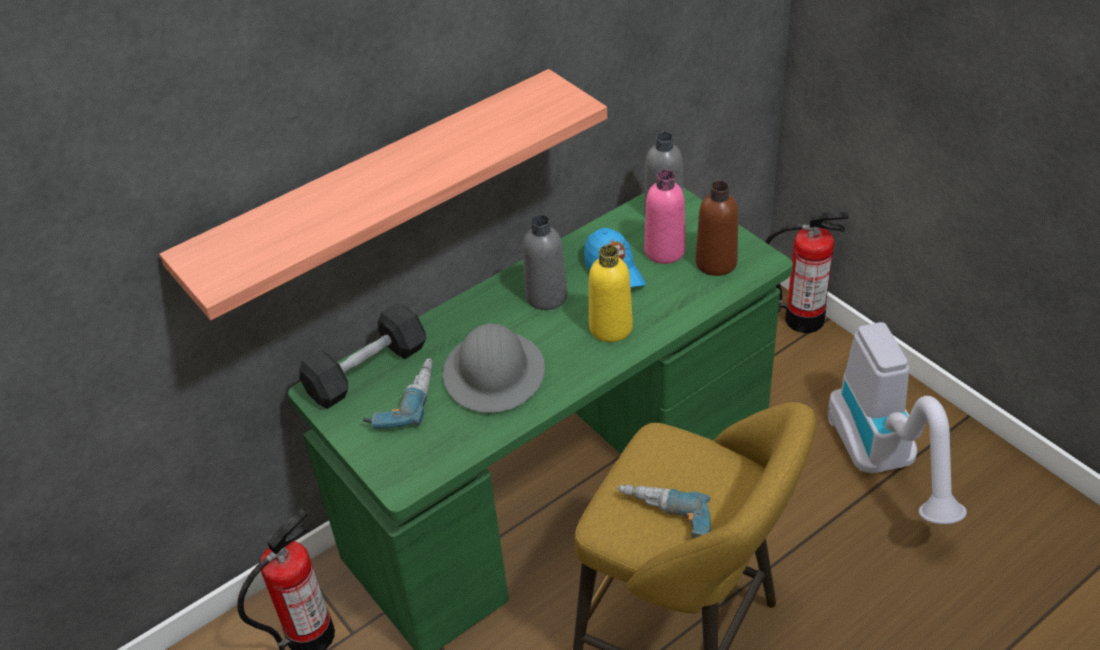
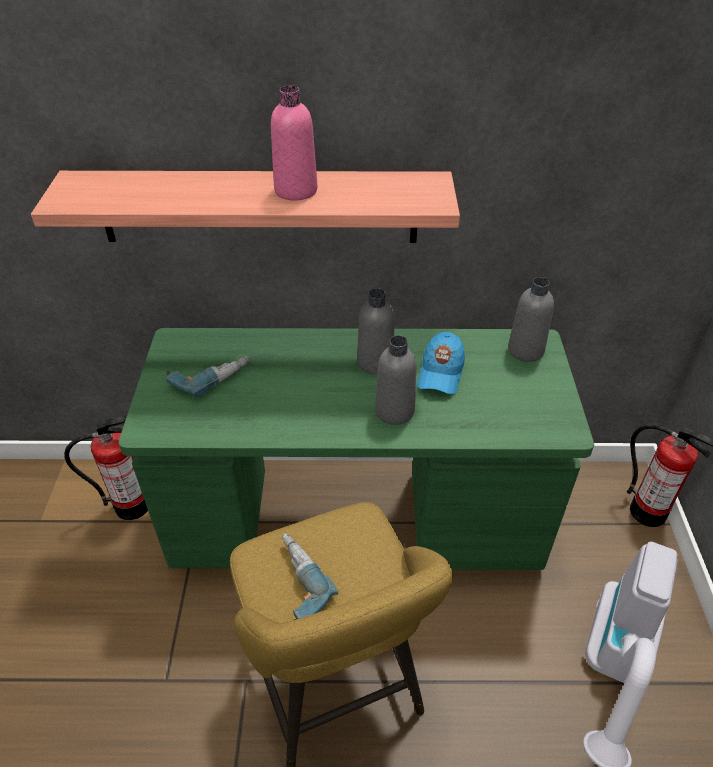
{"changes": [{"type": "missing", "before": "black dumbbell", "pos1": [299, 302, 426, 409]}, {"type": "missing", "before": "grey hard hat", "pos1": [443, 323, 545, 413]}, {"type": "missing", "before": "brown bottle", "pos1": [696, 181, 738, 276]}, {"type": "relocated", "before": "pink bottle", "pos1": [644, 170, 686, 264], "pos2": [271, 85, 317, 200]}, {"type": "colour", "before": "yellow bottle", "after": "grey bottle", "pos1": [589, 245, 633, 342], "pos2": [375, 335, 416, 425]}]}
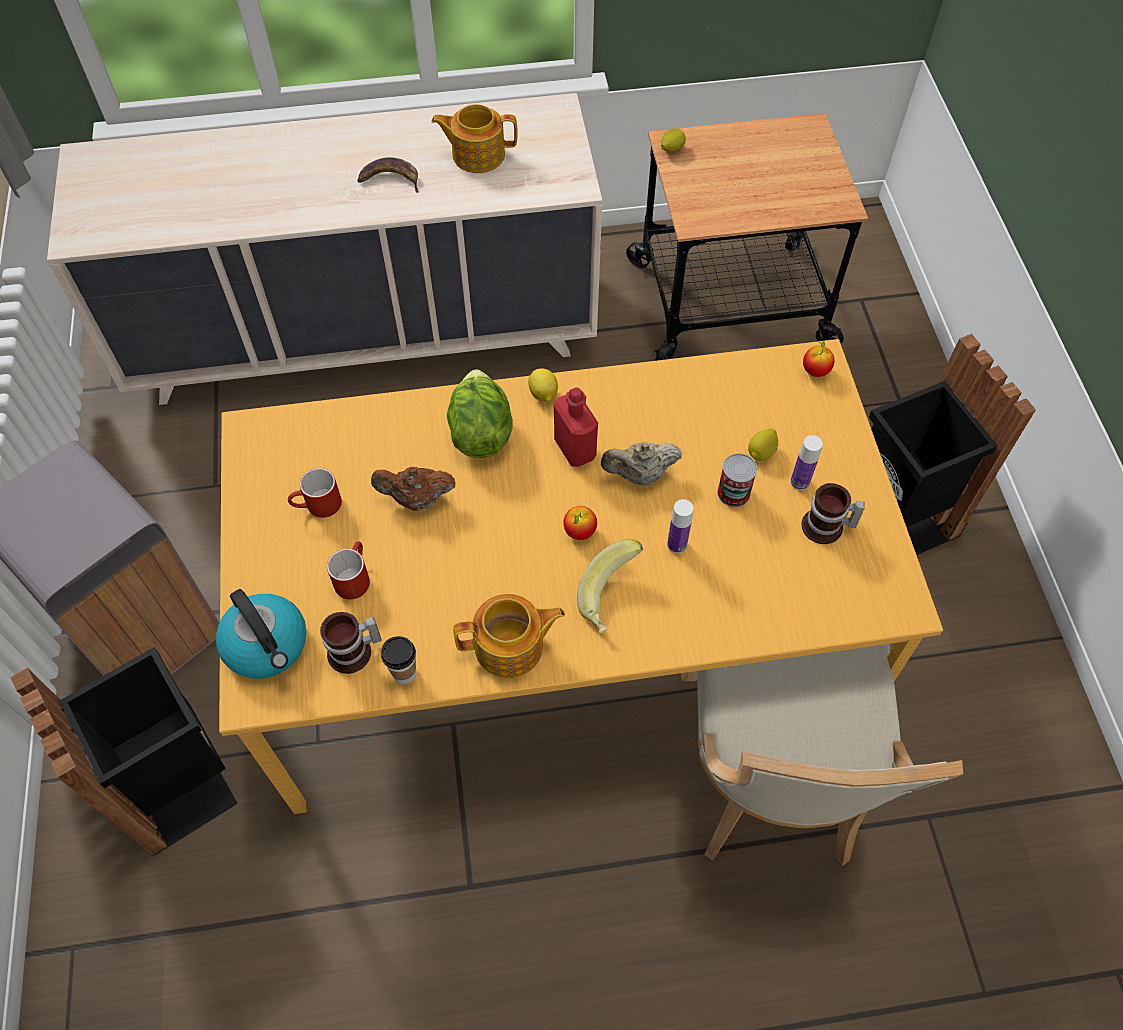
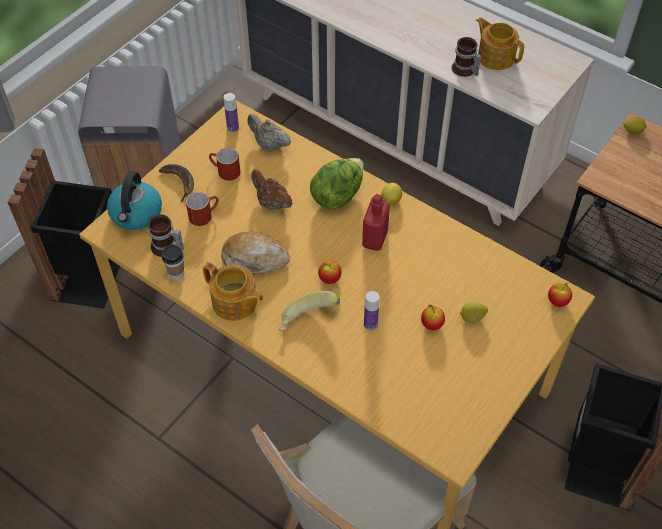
{"changes": [{"type": "appeared", "after": "bread", "pos2": [221, 232, 290, 273]}, {"type": "relocated", "before": "banana", "pos1": [357, 157, 418, 193], "pos2": [159, 164, 194, 202]}, {"type": "relocated", "before": "beige teapot", "pos1": [601, 442, 682, 486], "pos2": [248, 113, 291, 151]}, {"type": "relocated", "before": "bottle", "pos1": [790, 435, 823, 490], "pos2": [224, 93, 239, 133]}, {"type": "relocated", "before": "mug", "pos1": [801, 483, 865, 544], "pos2": [452, 37, 482, 77]}, {"type": "exchanged", "before": "can", "after": "apple", "pos1": [717, 453, 757, 507], "pos2": [421, 305, 445, 330]}]}
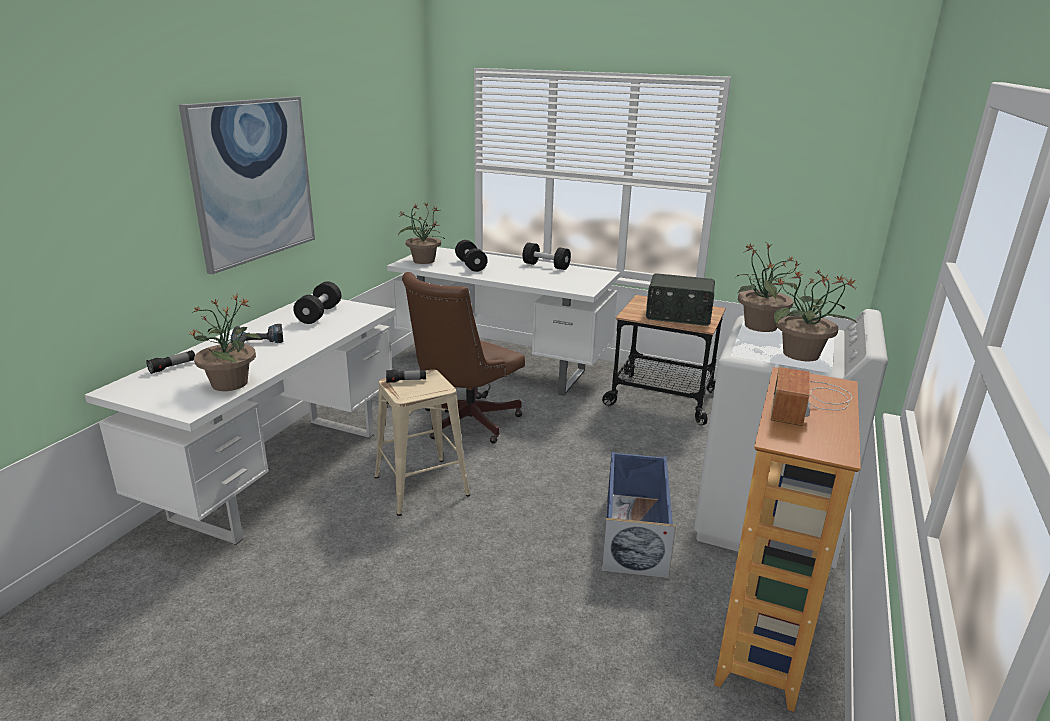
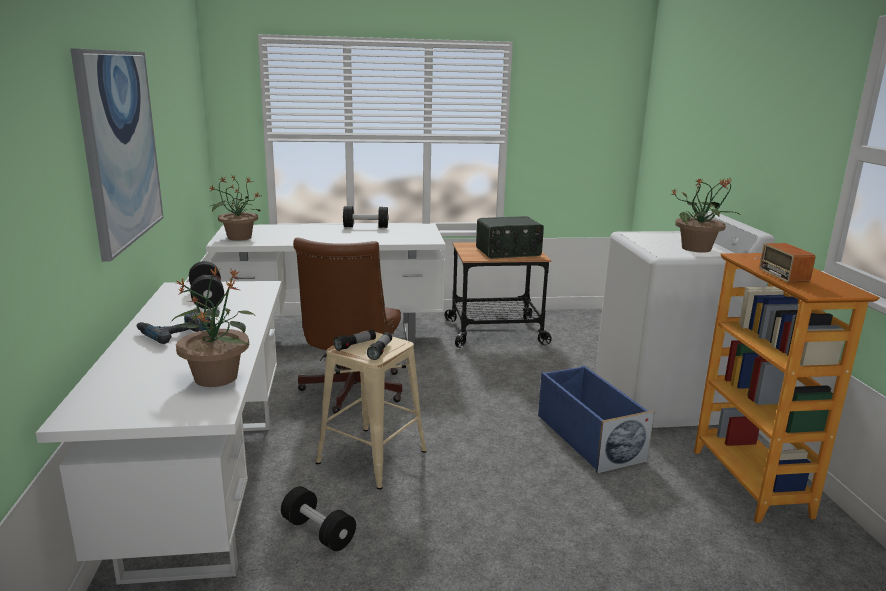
{"changes": [{"type": "missing", "before": "potted plant", "pos1": [736, 243, 801, 332]}, {"type": "relocated", "before": "flashlight", "pos1": [146, 350, 195, 374], "pos2": [367, 332, 392, 360]}, {"type": "relocated", "before": "black dumbbell", "pos1": [455, 240, 488, 272], "pos2": [281, 486, 356, 551]}]}
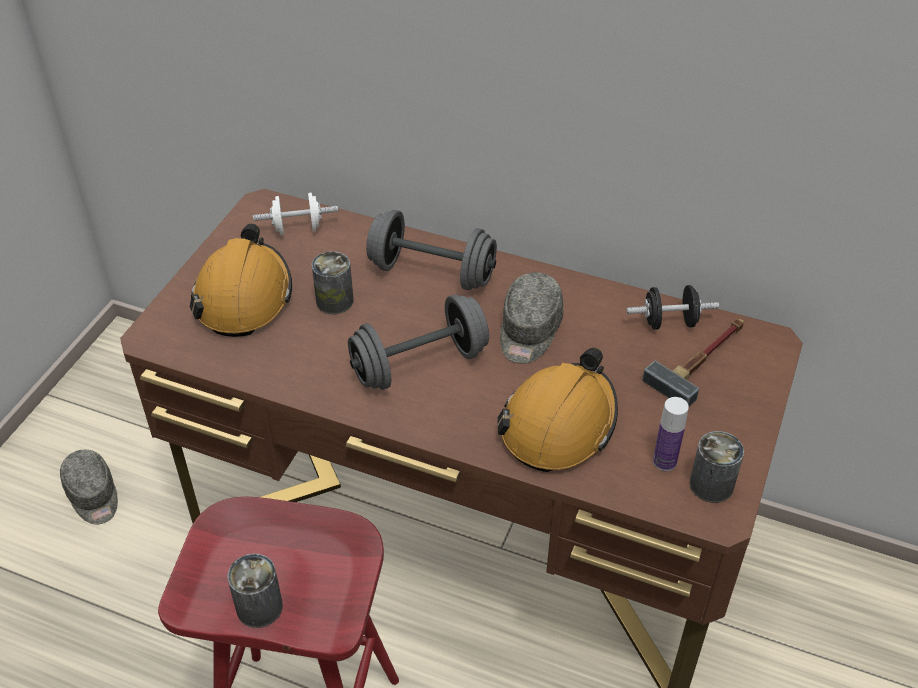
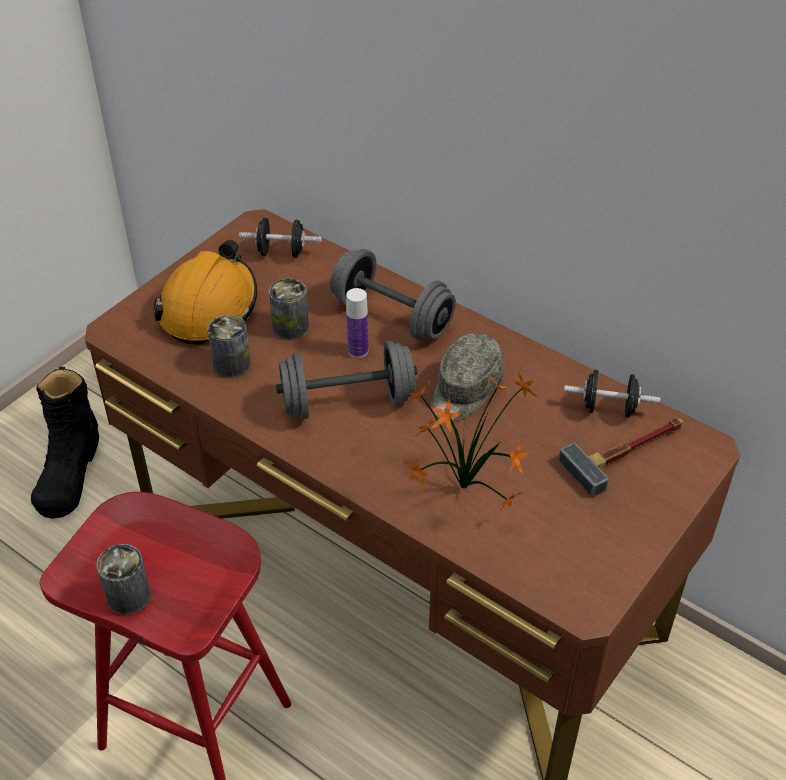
{"changes": [{"type": "relocated", "before": "bottle", "pos1": [653, 397, 689, 471], "pos2": [346, 288, 368, 358]}, {"type": "relocated", "before": "can", "pos1": [690, 431, 744, 503], "pos2": [207, 315, 251, 378]}, {"type": "exchanged", "before": "grey cap", "after": "black boot", "pos1": [60, 449, 118, 525], "pos2": [31, 367, 99, 519]}, {"type": "exchanged", "before": "orange hard hat", "after": "potted plant", "pos1": [497, 348, 618, 472], "pos2": [402, 372, 538, 513]}, {"type": "colour", "before": "white dumbbell", "after": "black dumbbell", "pos1": [253, 193, 339, 235], "pos2": [239, 218, 322, 258]}]}
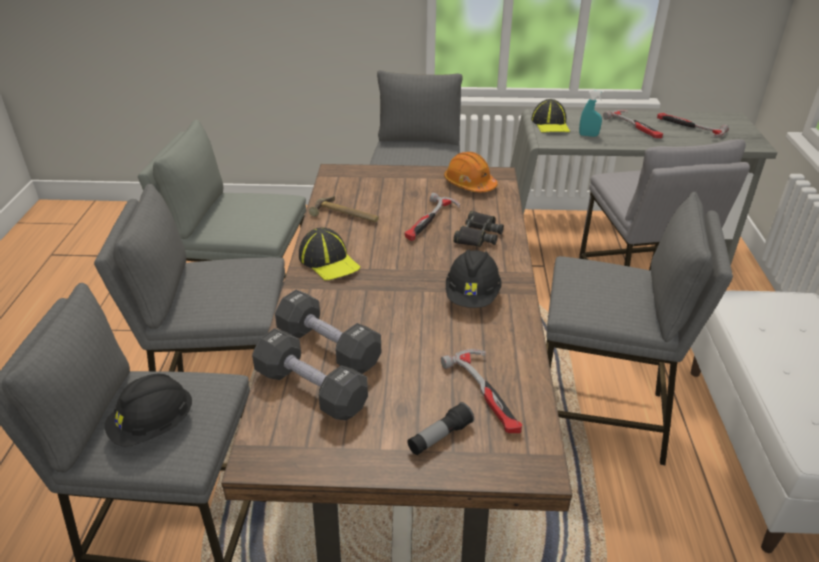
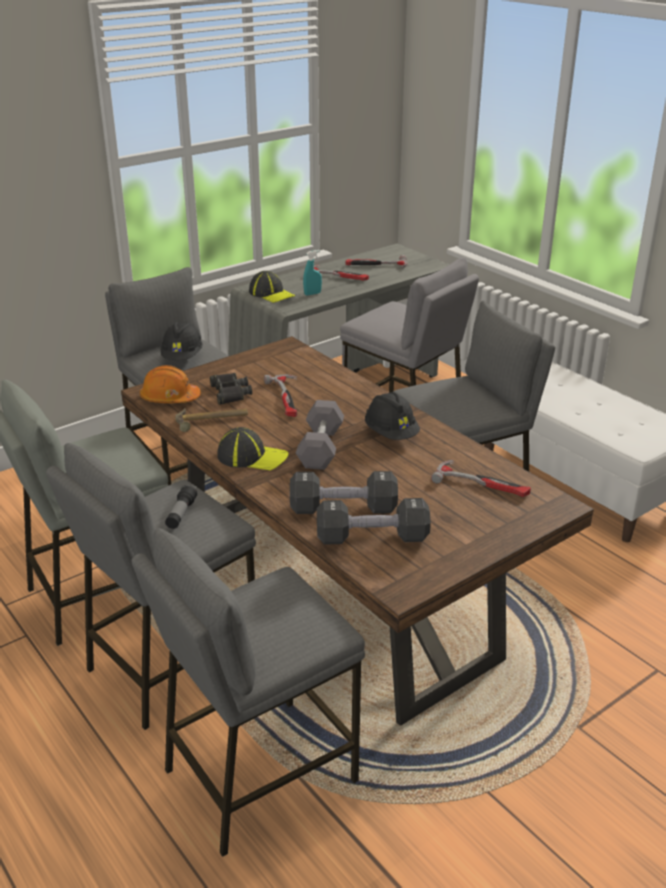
{"changes": [{"type": "appeared", "after": "grey dumbbell", "pos2": [296, 400, 344, 470]}, {"type": "relocated", "before": "black hard hat", "pos1": [105, 374, 192, 447], "pos2": [161, 322, 203, 360]}, {"type": "relocated", "before": "flashlight", "pos1": [407, 402, 474, 455], "pos2": [165, 485, 197, 529]}, {"type": "relocated", "before": "orange hard hat", "pos1": [444, 152, 498, 192], "pos2": [140, 365, 201, 403]}, {"type": "relocated", "before": "black binoculars", "pos1": [453, 211, 504, 247], "pos2": [210, 373, 252, 405]}]}
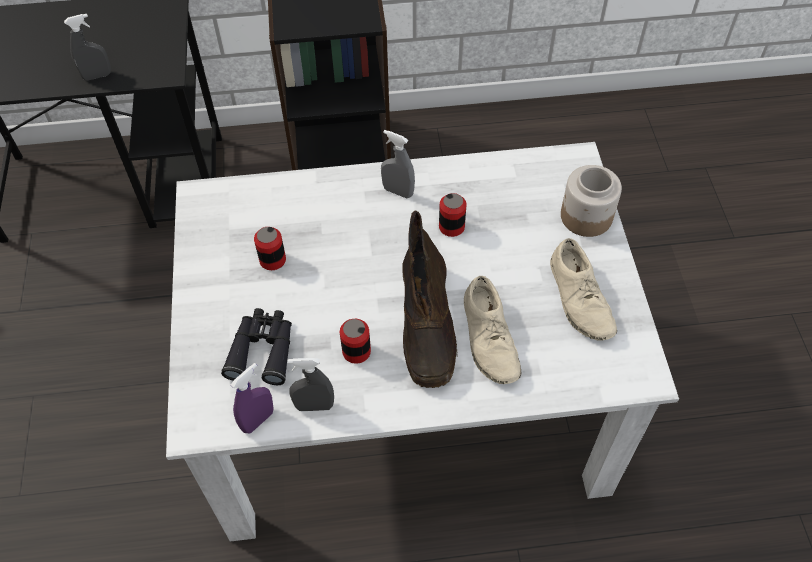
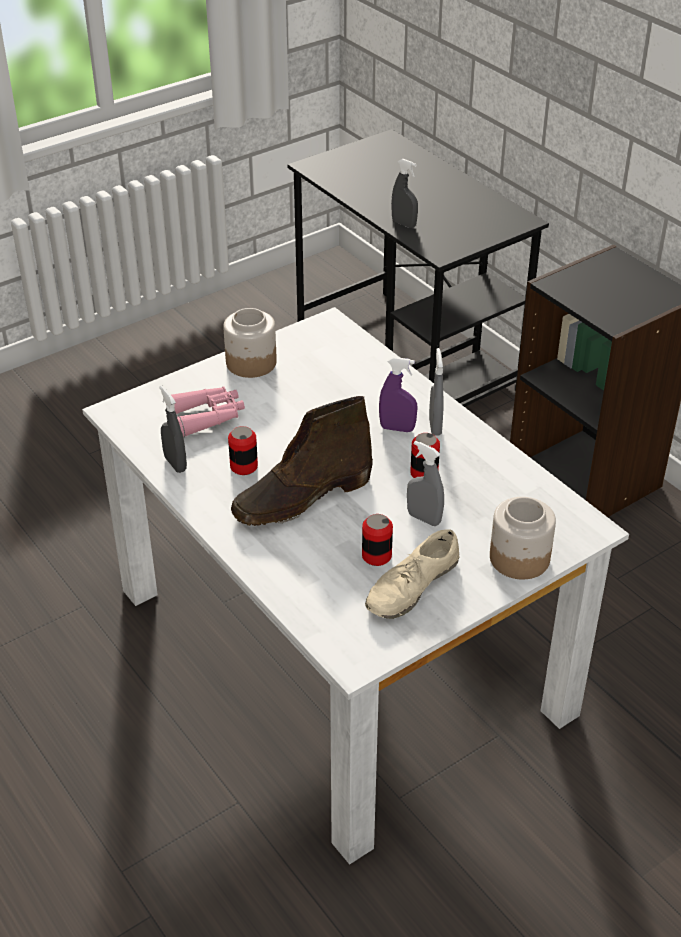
{"changes": [{"type": "missing", "before": "beige shoe", "pos1": [464, 276, 521, 384]}, {"type": "appeared", "after": "jar", "pos2": [223, 308, 277, 378]}, {"type": "appeared", "after": "grey spray bottle", "pos2": [407, 441, 444, 526]}, {"type": "relocated", "before": "purple spray bottle", "pos1": [230, 363, 273, 433], "pos2": [379, 357, 418, 432]}, {"type": "relocated", "before": "can", "pos1": [254, 227, 286, 270], "pos2": [362, 514, 393, 566]}, {"type": "colour", "before": "black binoculars", "after": "pink binoculars", "pos1": [221, 308, 292, 385], "pos2": [170, 386, 245, 437]}]}
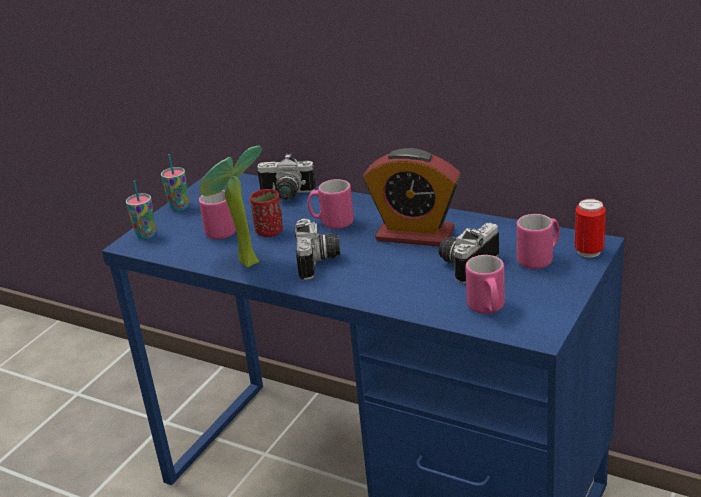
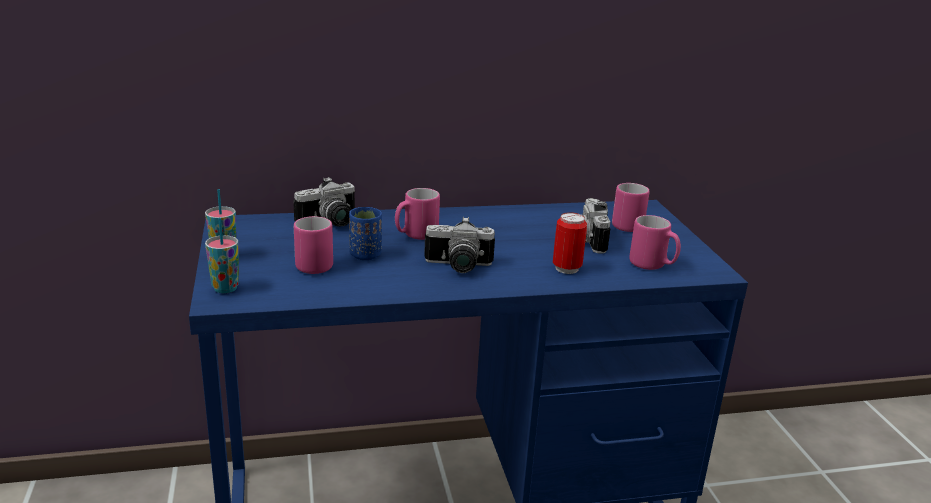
{"changes": [{"type": "missing", "before": "potted plant", "pos1": [200, 145, 262, 268]}, {"type": "missing", "before": "alarm clock", "pos1": [363, 148, 461, 246]}, {"type": "relocated", "before": "can", "pos1": [575, 198, 606, 258], "pos2": [553, 212, 587, 274]}, {"type": "colour", "before": "red cup", "after": "blue cup", "pos1": [250, 189, 283, 237], "pos2": [349, 207, 382, 260]}, {"type": "spun", "before": "photo camera", "pos1": [295, 219, 340, 280], "pos2": [424, 217, 495, 273], "turn": 135}]}
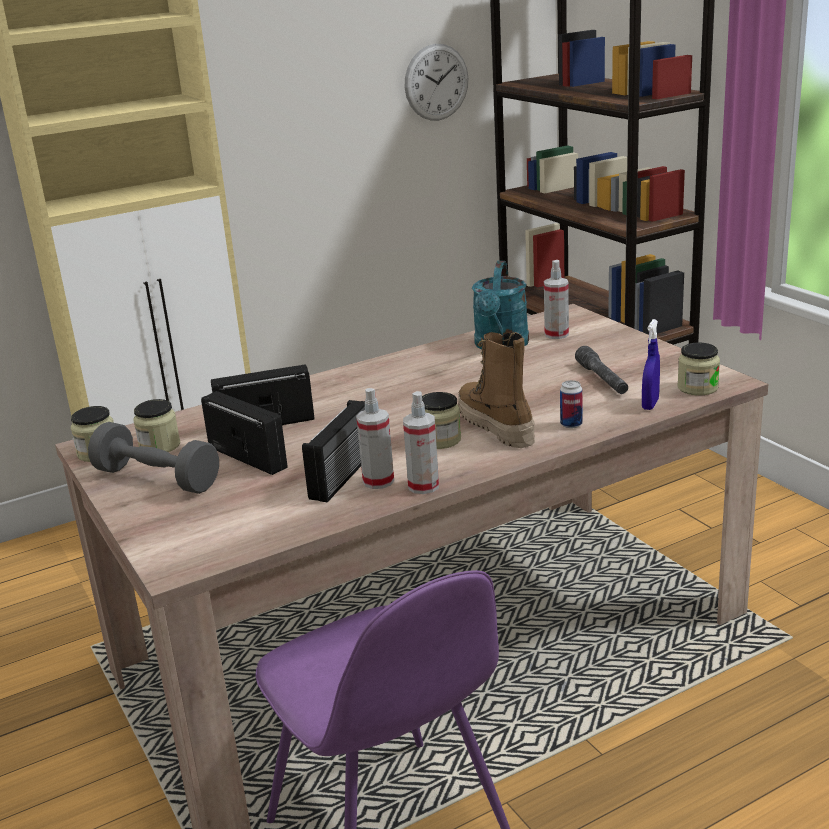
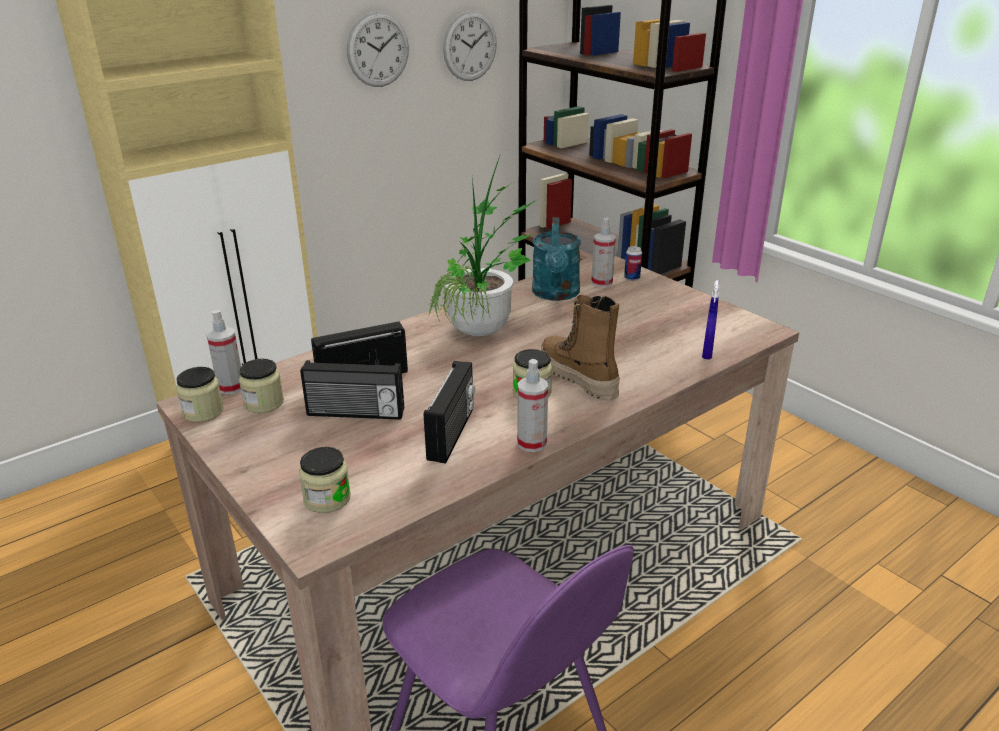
{"changes": [{"type": "missing", "before": "grey dumbbell", "pos1": [88, 422, 219, 494]}, {"type": "missing", "before": "grey flashlight", "pos1": [575, 346, 628, 394]}, {"type": "appeared", "after": "wall clock", "pos2": [347, 11, 409, 87]}, {"type": "appeared", "after": "potted plant", "pos2": [428, 156, 536, 336]}, {"type": "relocated", "before": "spray bottle", "pos1": [356, 388, 394, 489], "pos2": [206, 310, 241, 394]}, {"type": "relocated", "before": "can", "pos1": [560, 380, 583, 429], "pos2": [624, 246, 642, 281]}, {"type": "relocated", "before": "jar", "pos1": [677, 343, 720, 395], "pos2": [299, 447, 351, 513]}, {"type": "spun", "before": "radio", "pos1": [201, 391, 288, 475], "pos2": [300, 360, 404, 420], "turn": 150}]}
